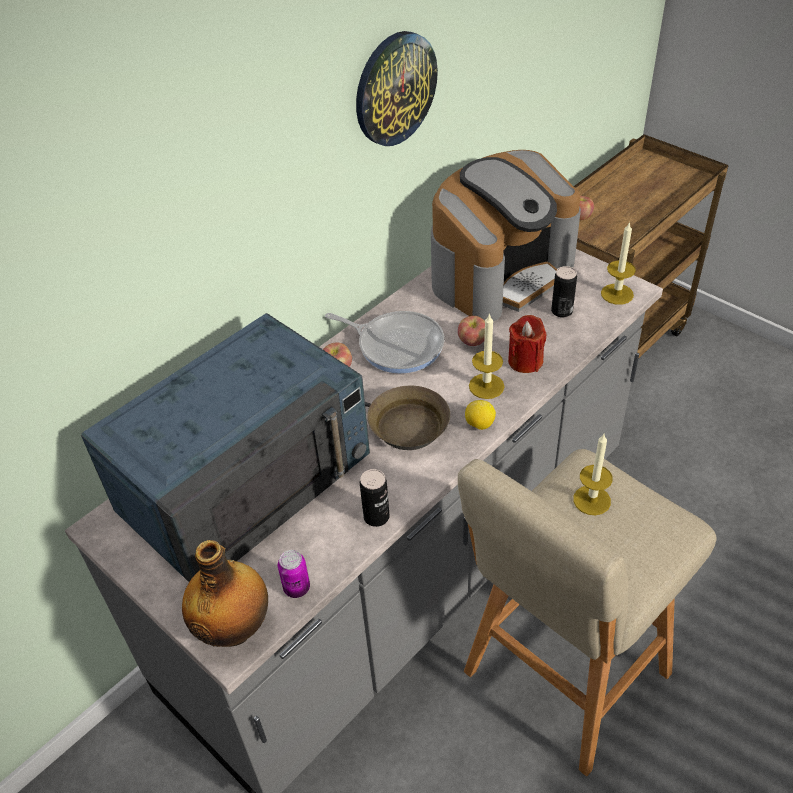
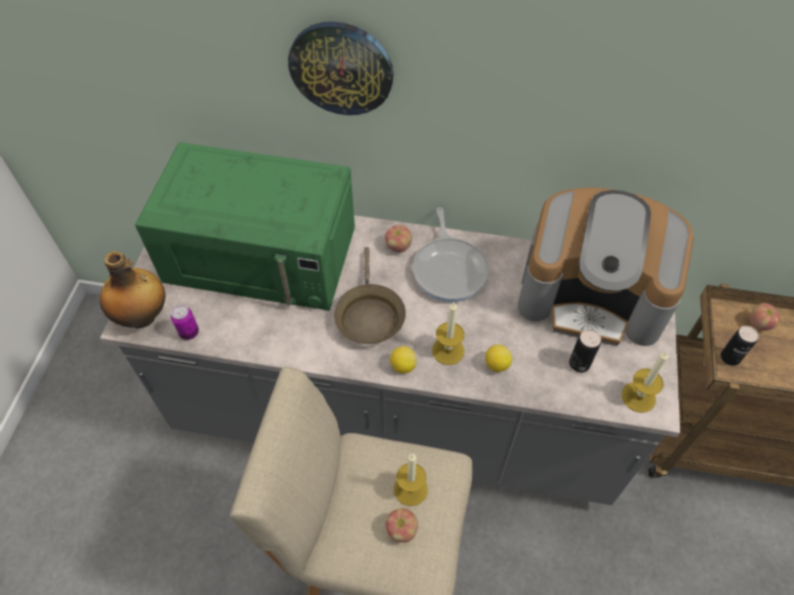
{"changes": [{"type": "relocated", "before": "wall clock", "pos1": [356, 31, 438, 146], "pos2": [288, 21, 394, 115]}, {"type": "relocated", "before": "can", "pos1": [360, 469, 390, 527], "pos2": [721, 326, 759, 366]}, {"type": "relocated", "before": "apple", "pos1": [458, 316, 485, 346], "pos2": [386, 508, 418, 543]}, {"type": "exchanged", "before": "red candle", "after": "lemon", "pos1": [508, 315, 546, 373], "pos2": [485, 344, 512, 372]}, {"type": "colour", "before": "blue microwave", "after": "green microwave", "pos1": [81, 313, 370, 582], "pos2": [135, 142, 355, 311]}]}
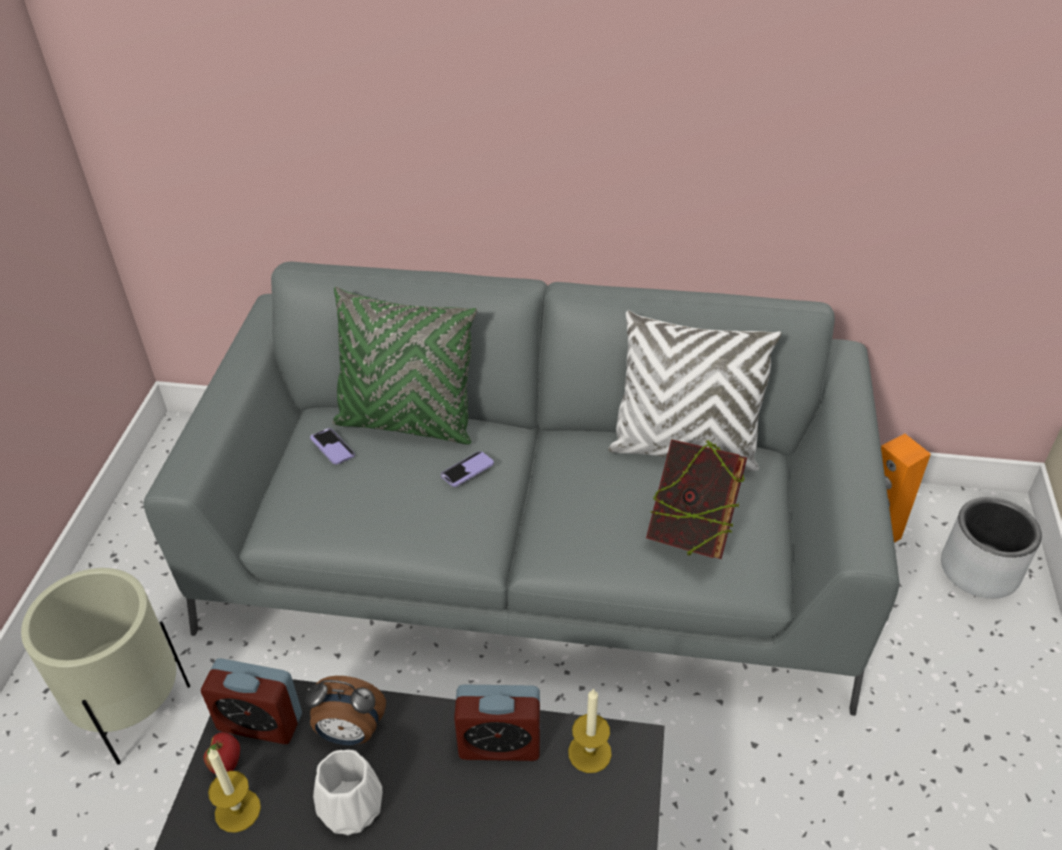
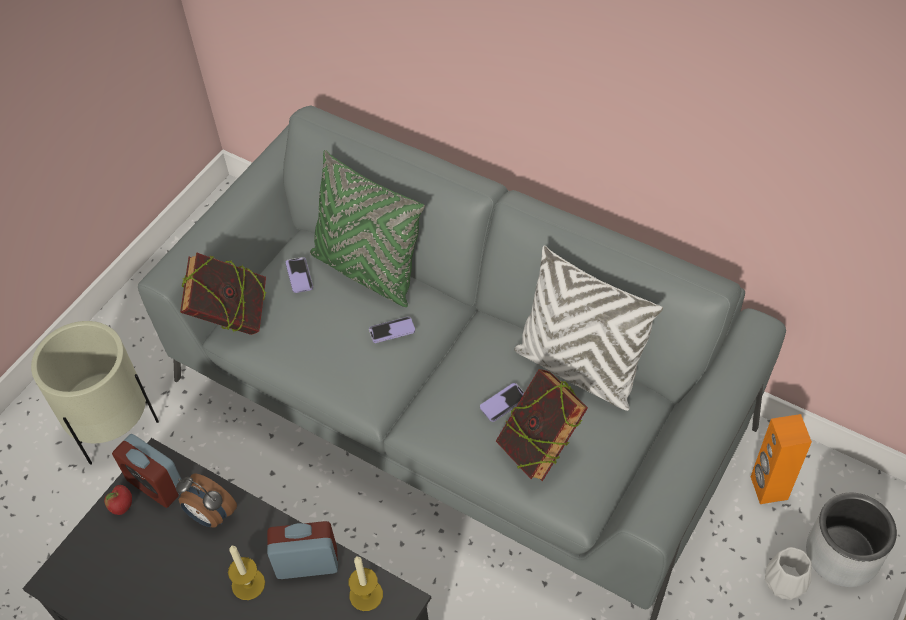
{"changes": [{"type": "appeared", "after": "book", "pos2": [180, 253, 266, 335]}, {"type": "appeared", "after": "phone", "pos2": [480, 383, 524, 422]}, {"type": "relocated", "before": "candle", "pos1": [208, 748, 261, 833], "pos2": [228, 545, 265, 600]}, {"type": "relocated", "before": "white vase", "pos1": [313, 750, 382, 835], "pos2": [765, 547, 812, 600]}, {"type": "spun", "before": "alarm clock", "pos1": [454, 684, 540, 761], "pos2": [267, 521, 338, 579], "turn": 150}]}
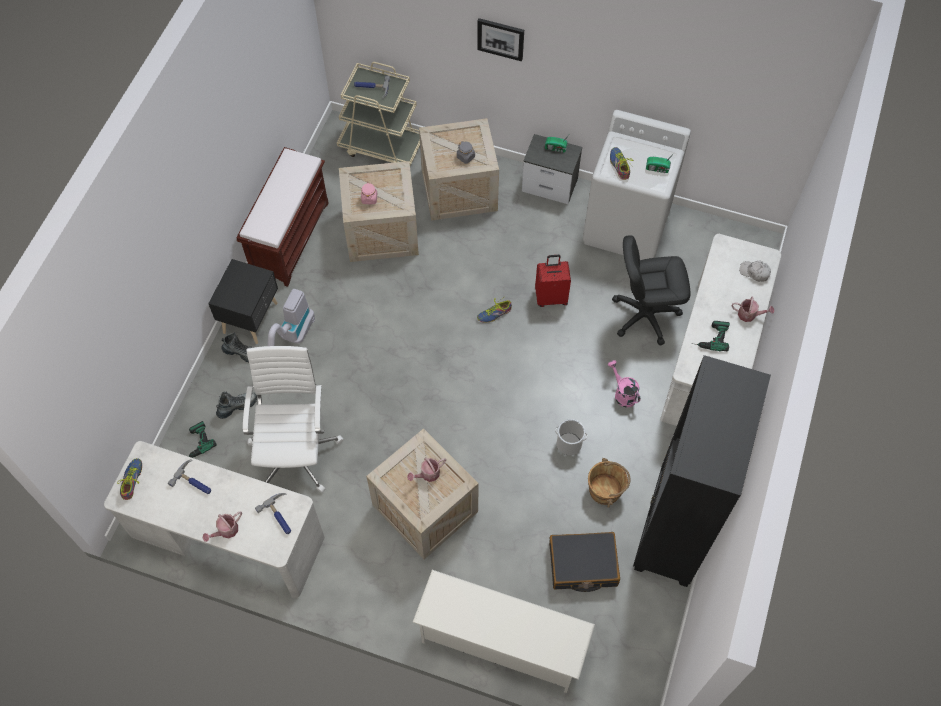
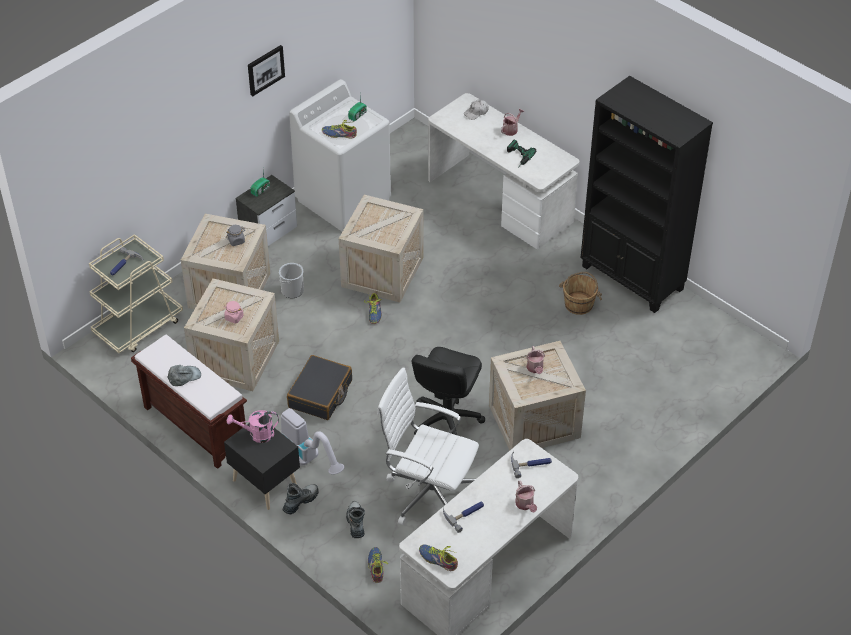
{"changes": [{"type": "missing", "before": "white shoe rack", "pos1": [413, 570, 595, 693]}, {"type": "appeared", "after": "grey cap", "pos2": [167, 365, 201, 386]}, {"type": "relocated", "before": "picture", "pos1": [477, 18, 524, 61], "pos2": [248, 45, 285, 96]}, {"type": "relocated", "before": "black suitcase", "pos1": [549, 532, 620, 592], "pos2": [287, 355, 352, 420]}, {"type": "relocated", "before": "bucket", "pos1": [555, 419, 587, 455], "pos2": [279, 263, 304, 298]}, {"type": "relocated", "before": "pink watering can", "pos1": [608, 360, 640, 408], "pos2": [227, 410, 279, 443]}, {"type": "relocated", "before": "black office chair", "pos1": [612, 235, 691, 346], "pos2": [412, 347, 485, 435]}, {"type": "exchanged", "before": "power drill", "after": "shoe", "pos1": [188, 421, 217, 458], "pos2": [368, 547, 388, 583]}, {"type": "exchanged", "before": "red suitcase", "after": "crate", "pos1": [535, 255, 571, 307], "pos2": [339, 195, 423, 302]}]}
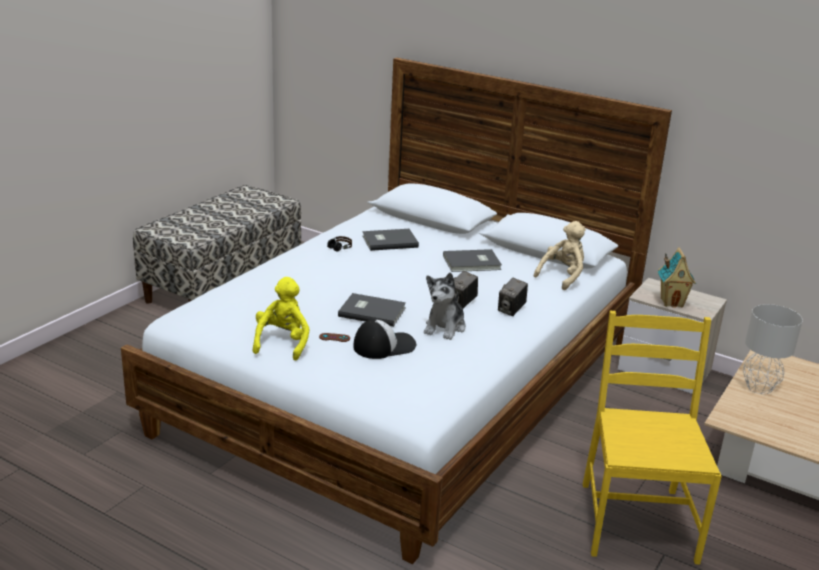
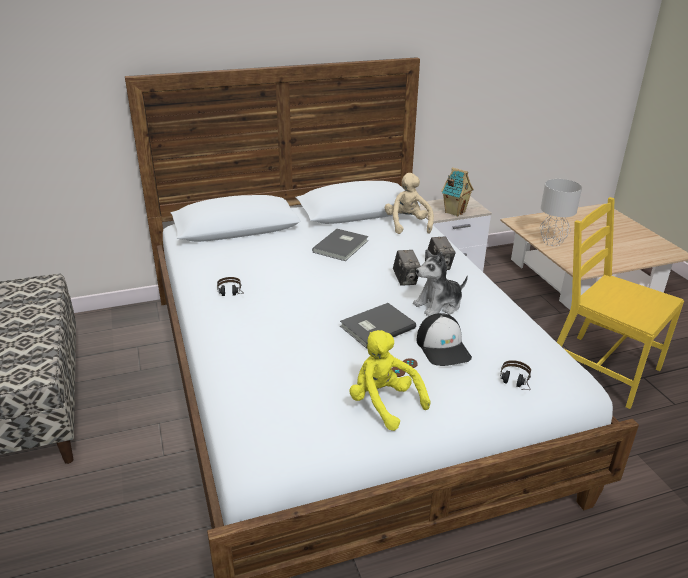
{"changes": [{"type": "missing", "before": "grey book", "pos1": [363, 229, 419, 251]}, {"type": "appeared", "after": "headphones", "pos2": [500, 360, 531, 390]}, {"type": "spun", "before": "cap", "pos1": [353, 319, 416, 359], "pos2": [416, 313, 472, 366], "turn": 150}, {"type": "spun", "before": "plush toy", "pos1": [424, 273, 466, 340], "pos2": [413, 250, 468, 317], "turn": 90}]}
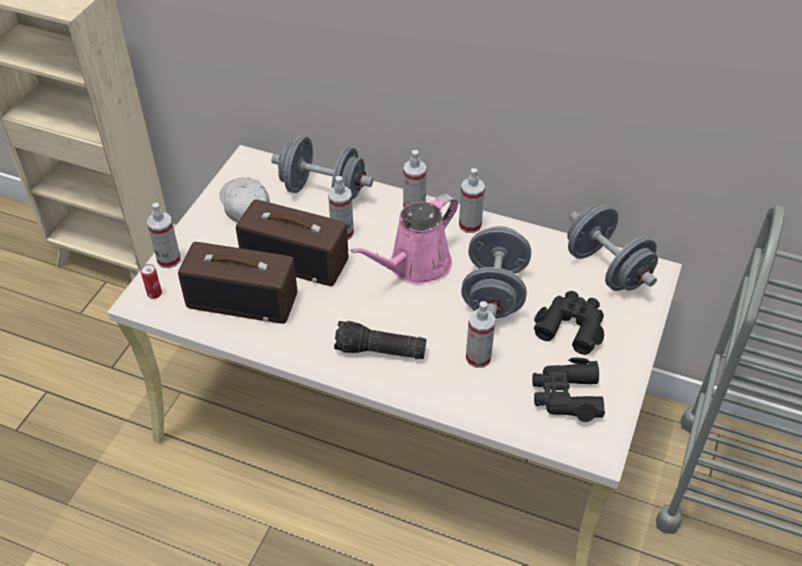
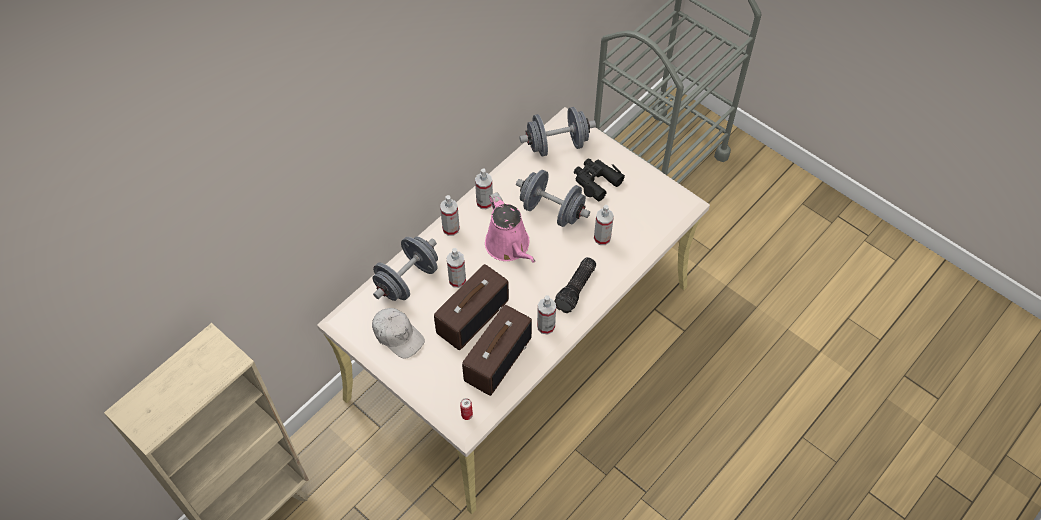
{"changes": [{"type": "missing", "before": "black binoculars", "pos1": [532, 358, 605, 422]}, {"type": "relocated", "before": "spray bottle", "pos1": [147, 203, 181, 268], "pos2": [537, 295, 556, 335]}, {"type": "spun", "before": "white cap", "pos1": [219, 177, 270, 223], "pos2": [372, 308, 425, 359], "turn": -135}]}
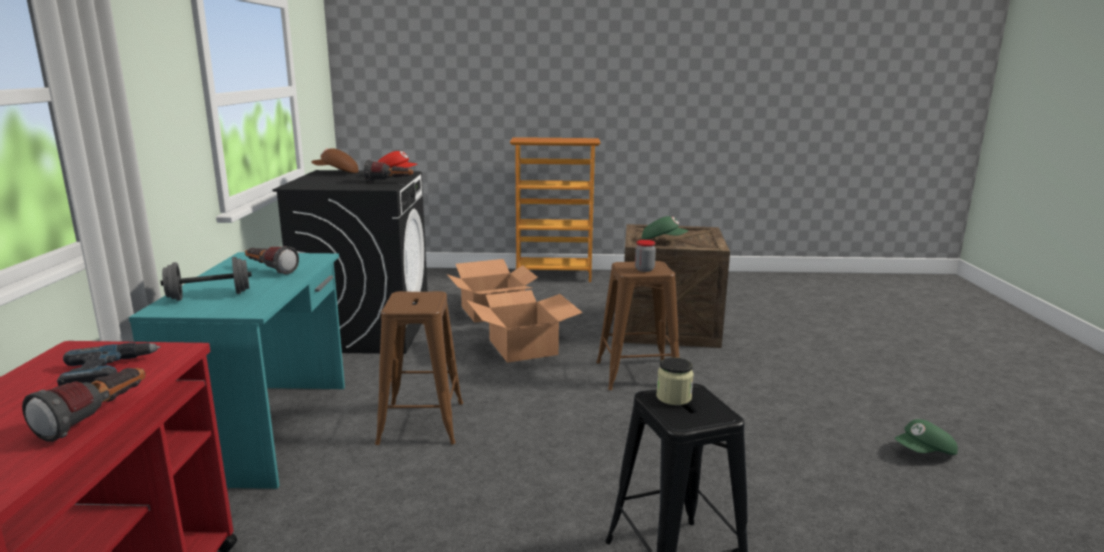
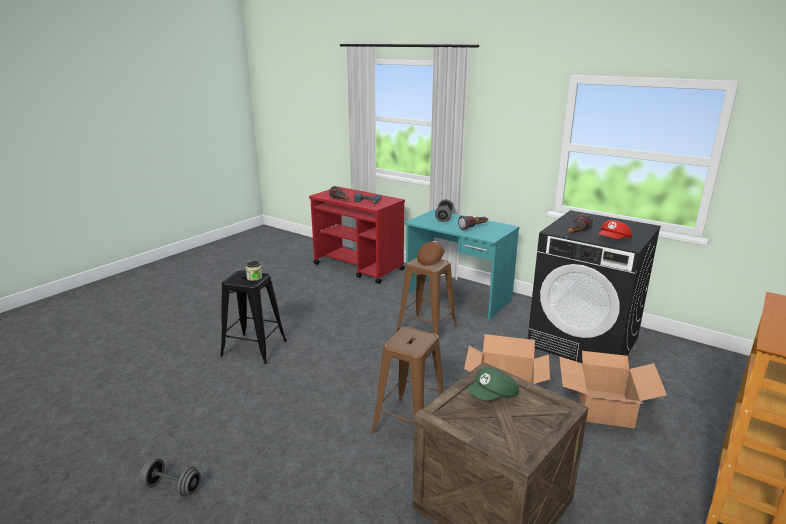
{"changes": [{"type": "missing", "before": "jar", "pos1": [635, 240, 656, 272]}, {"type": "relocated", "before": "brown cap", "pos1": [311, 148, 359, 173], "pos2": [417, 241, 445, 266]}, {"type": "exchanged", "before": "green cap", "after": "grey dumbbell", "pos1": [895, 419, 958, 455], "pos2": [140, 458, 201, 496]}]}
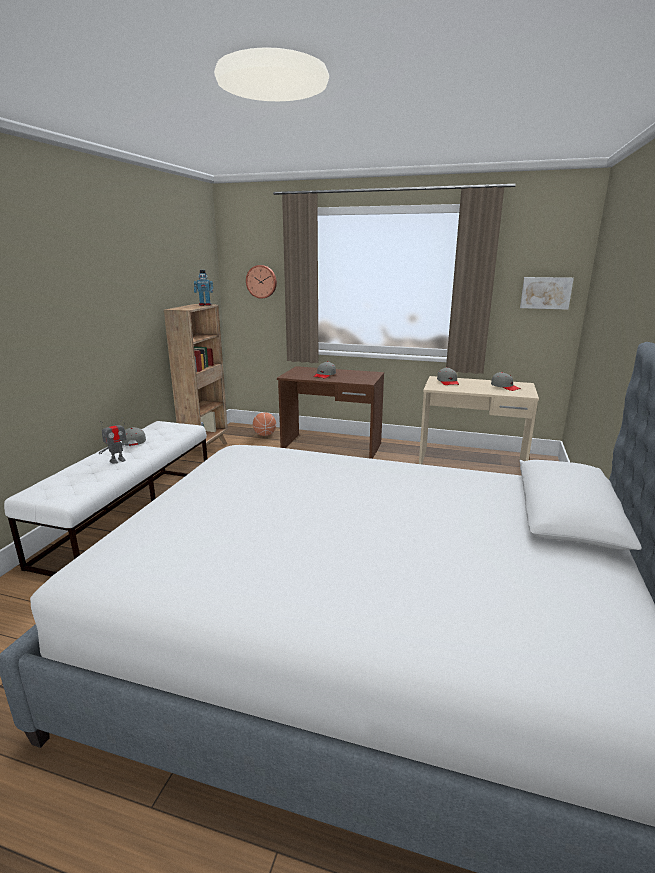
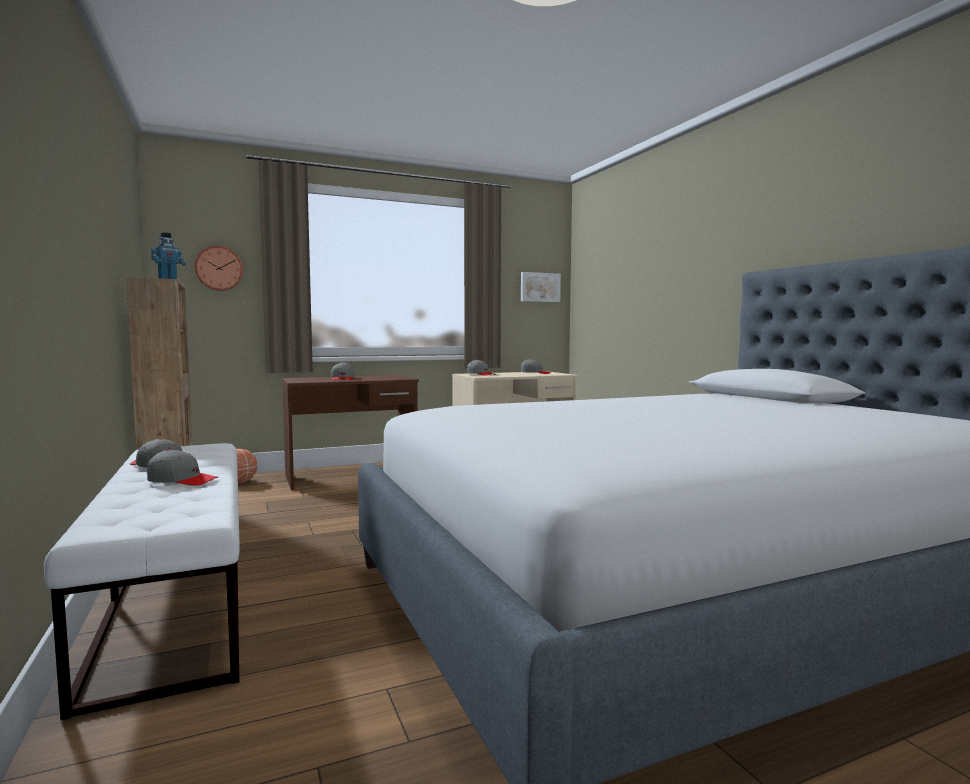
{"changes": [{"type": "exchanged", "before": "toy robot", "after": "grey cap", "pos1": [99, 417, 132, 464], "pos2": [147, 449, 218, 486]}]}
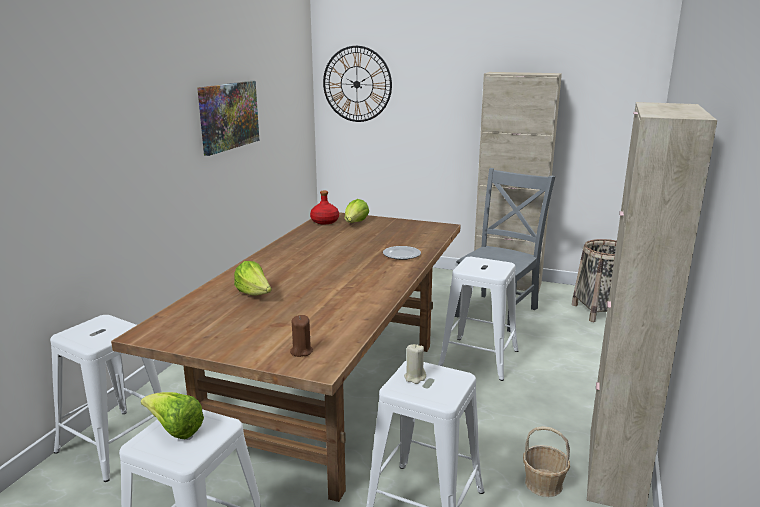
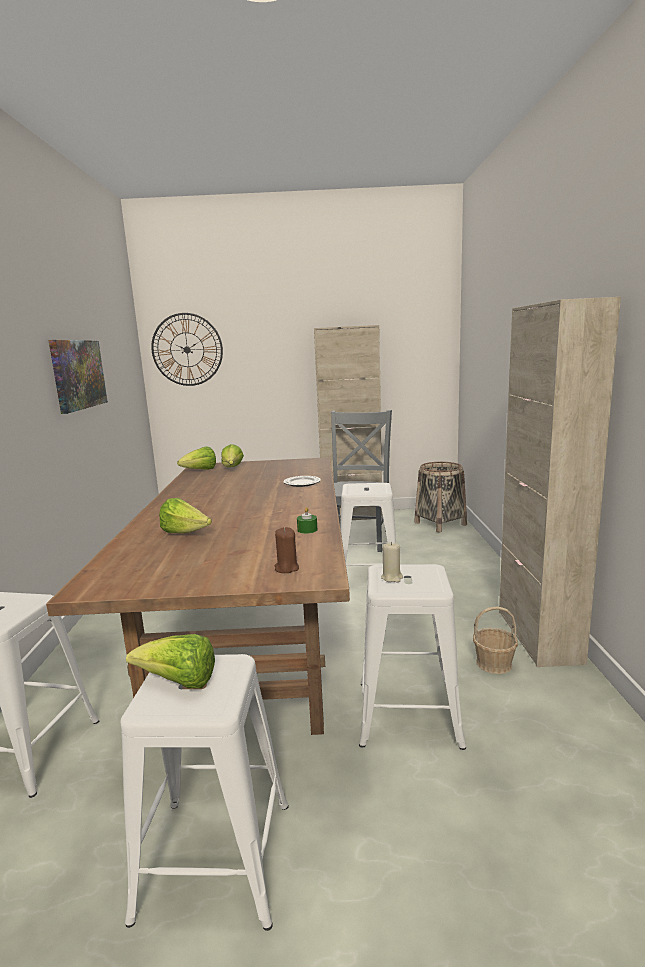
{"changes": [{"type": "appeared", "after": "green candle", "pos2": [297, 507, 317, 534]}, {"type": "exchanged", "before": "red bottle", "after": "lettuce", "pos1": [310, 191, 339, 224], "pos2": [177, 446, 216, 470]}]}
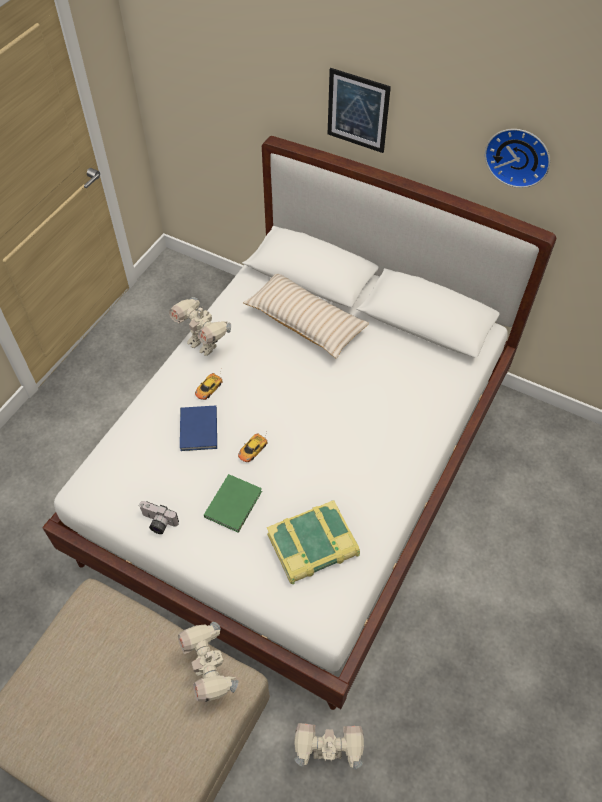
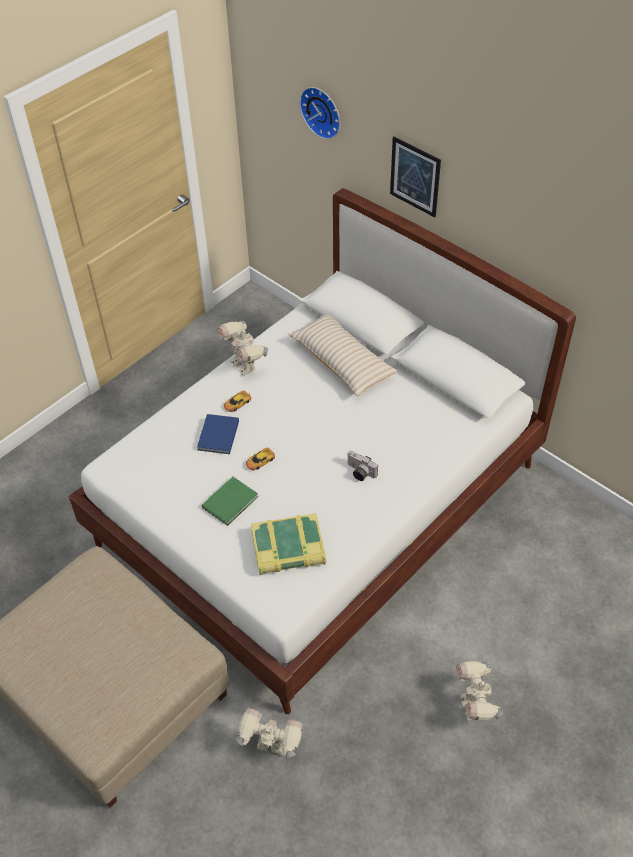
{"changes": [{"type": "relocated", "before": "photo camera", "pos1": [139, 501, 179, 534], "pos2": [347, 451, 378, 481]}, {"type": "relocated", "before": "toy robot", "pos1": [178, 622, 238, 702], "pos2": [456, 661, 503, 721]}, {"type": "relocated", "before": "wall clock", "pos1": [485, 129, 550, 188], "pos2": [299, 87, 340, 139]}]}
